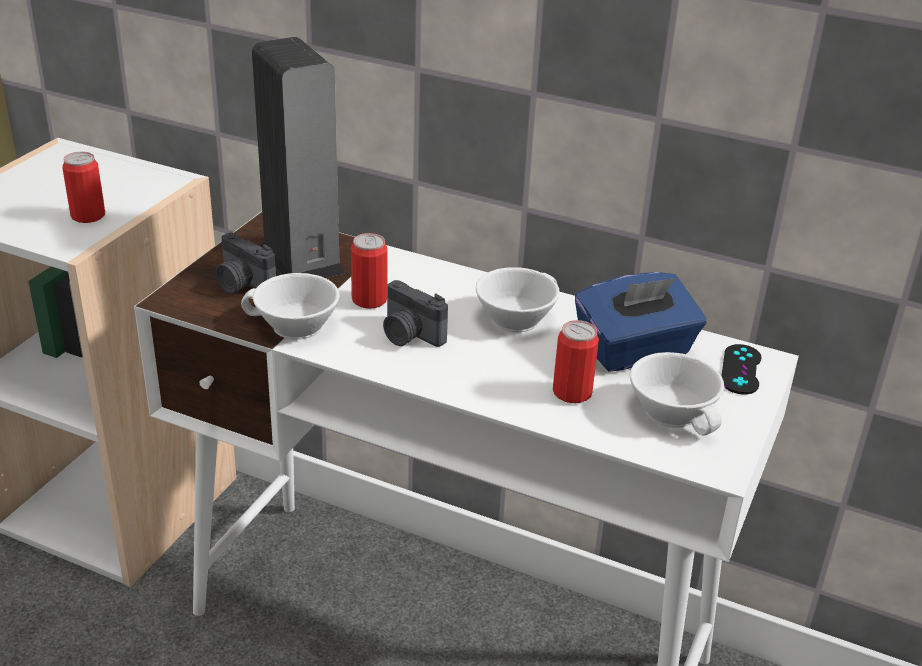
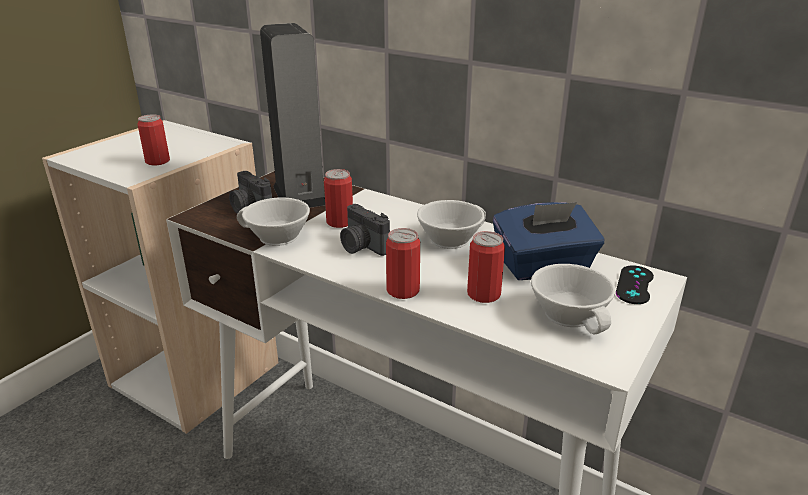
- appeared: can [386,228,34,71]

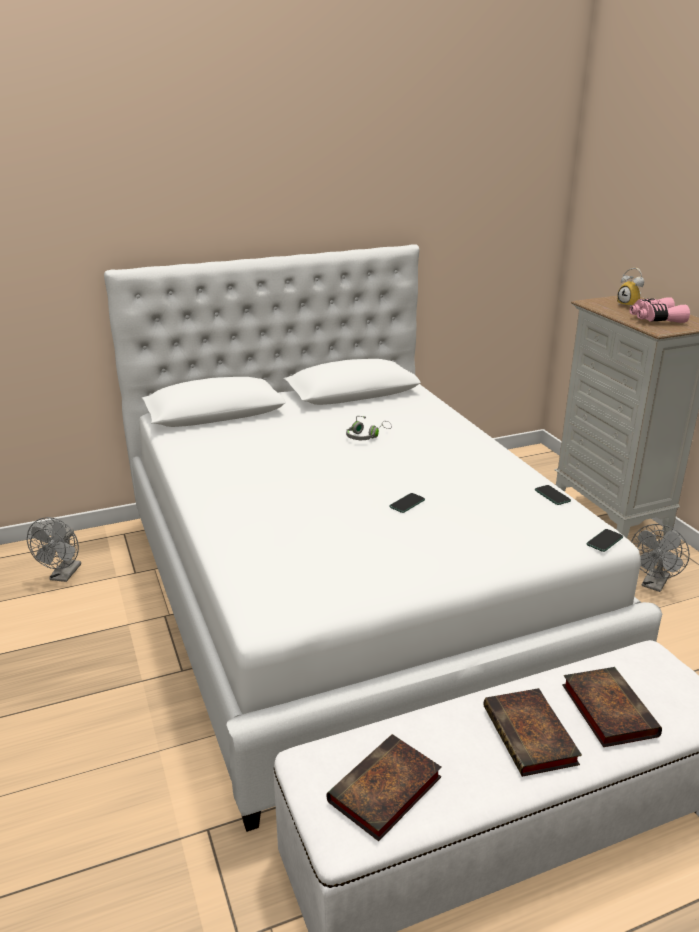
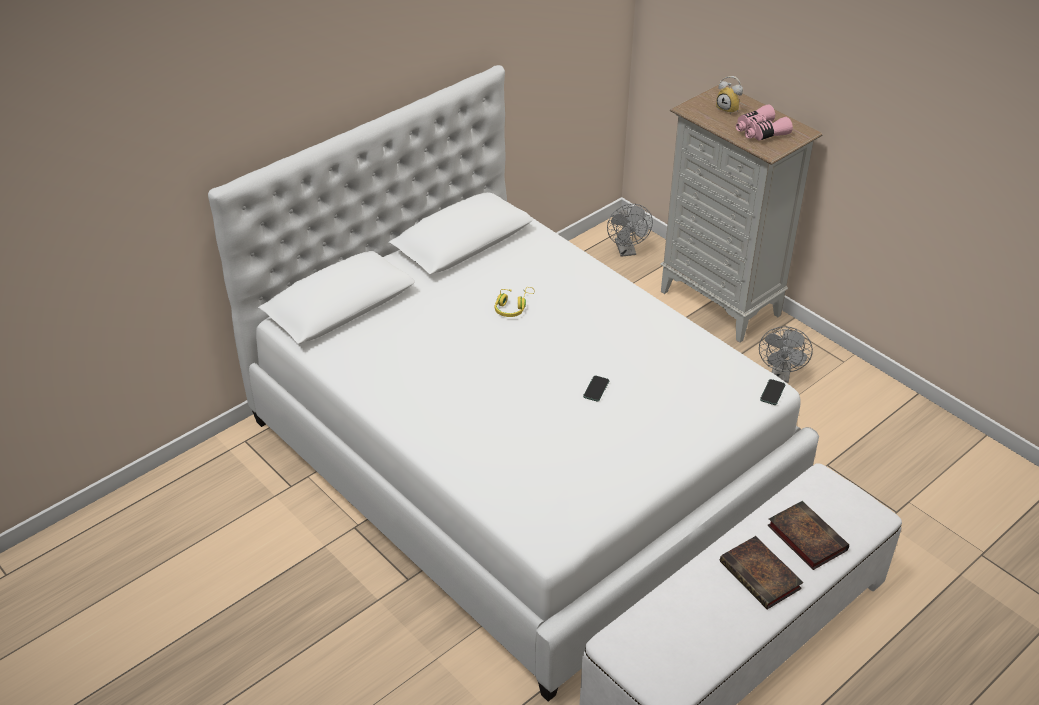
- colour: headphones in grey [346,416,46,24] to headphones in yellow [495,287,40,30]
- missing: phone [535,485,36,20]
- relocated: fan in grey [27,517,54,65] to [607,204,46,53]
- missing: book [327,734,115,107]

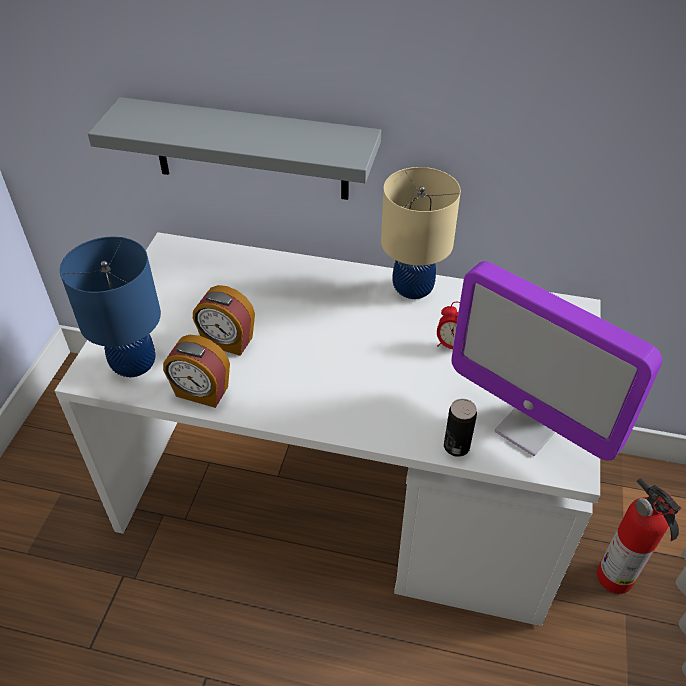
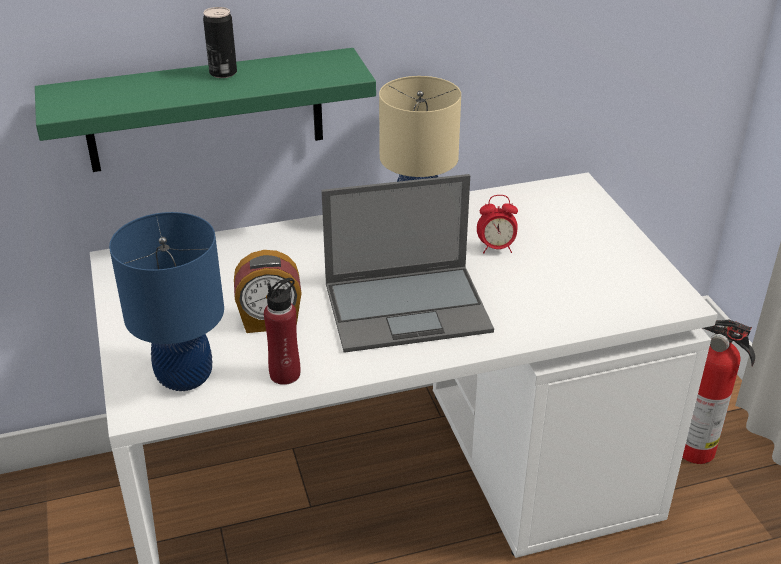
- colour: shelf in grey [88,97,293,103] to shelf in green [35,48,341,124]
- missing: monitor [451,261,211,199]
- exchanged: alarm clock [163,335,67,73] to bottle in red [264,278,36,107]
- relocated: can [444,399,33,58] to [203,7,34,71]
- appeared: laptop [321,174,173,179]

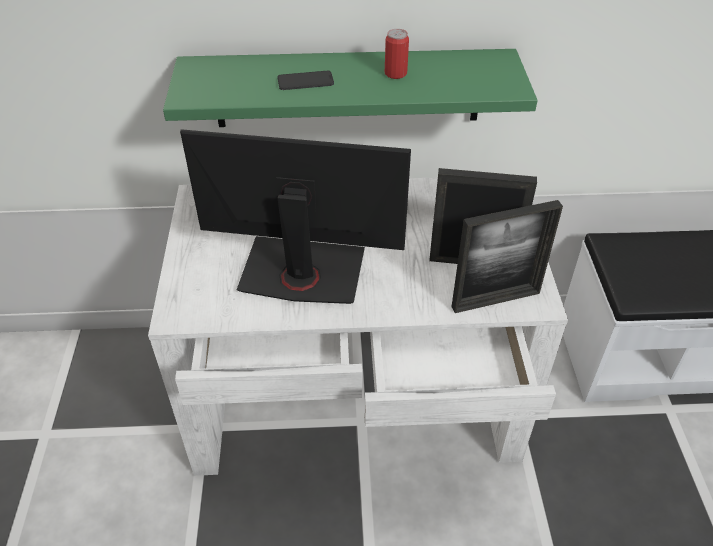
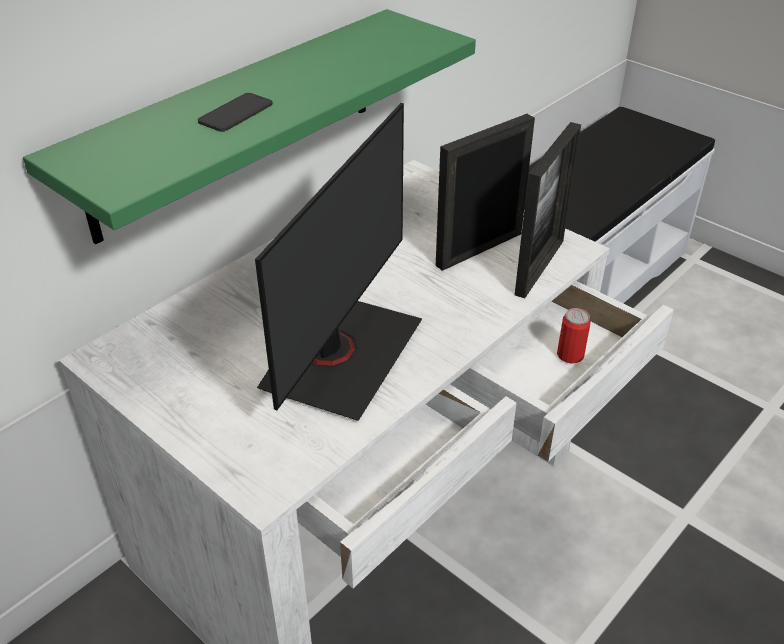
- relocated: can [385,29,24,50] to [557,308,34,56]
- spun: monitor [180,129,231,175] = [255,103,167,318] 150 degrees clockwise

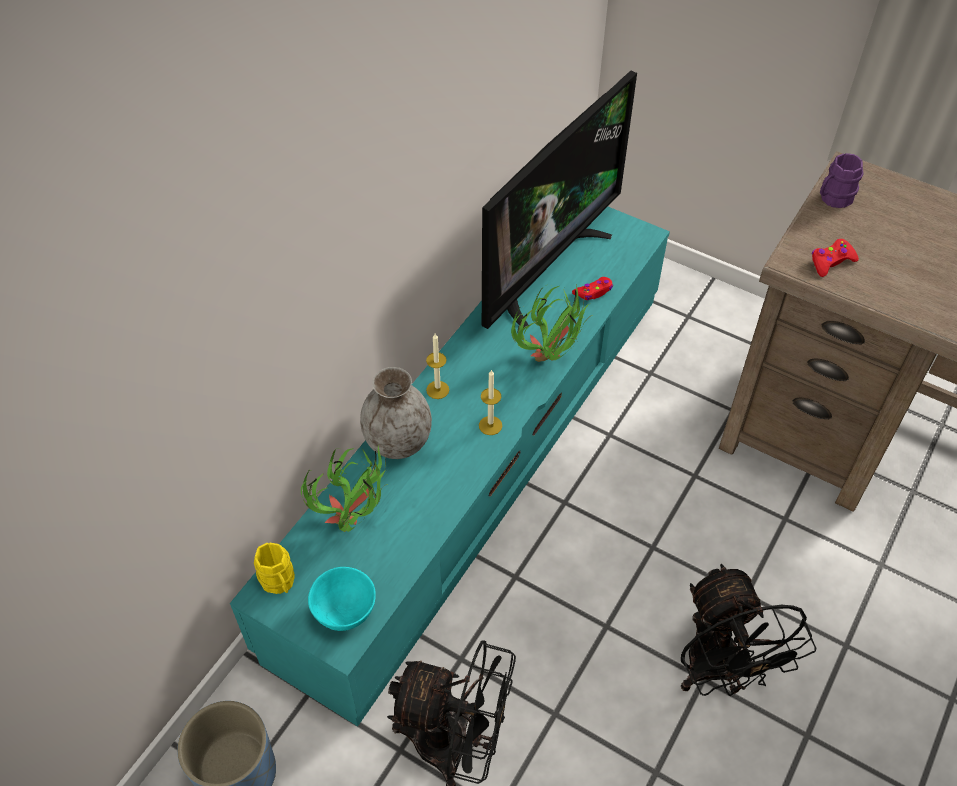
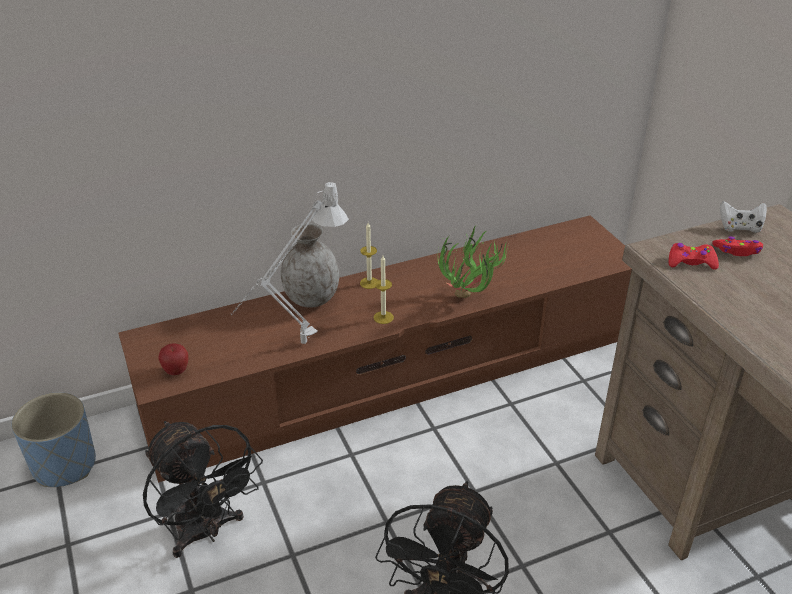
- missing: television [482,70,155,259]
- exchanged: mug in purple [820,153,44,55] to game controller in white [720,201,47,32]
- colour: tv stand in turquoise [230,207,440,520] to tv stand in brown [118,215,514,268]
- relocated: game controller in red [572,277,41,23] to [712,237,51,19]
- missing: potted plant [301,446,87,86]
- missing: mug in yellow [254,543,41,51]
- exchanged: bowl in turquoise [308,567,68,64] to apple [159,343,29,32]
- appeared: table lamp in grey [231,182,118,162]

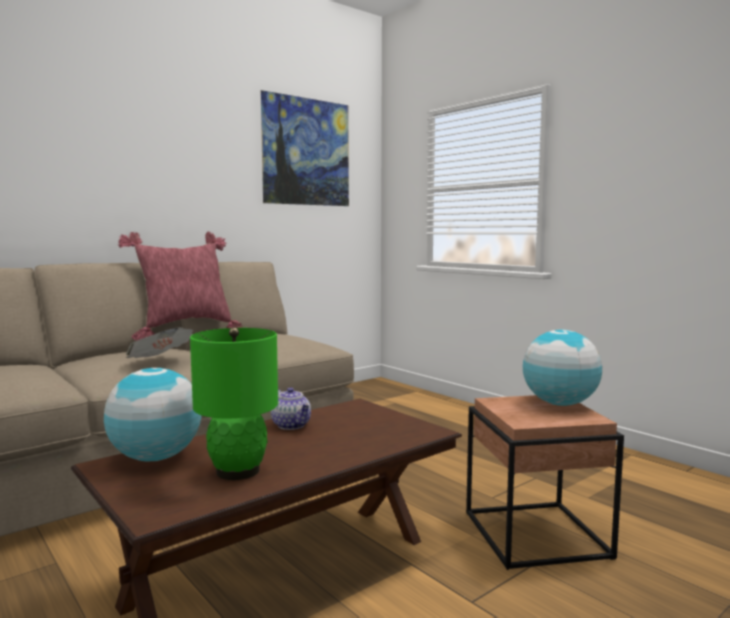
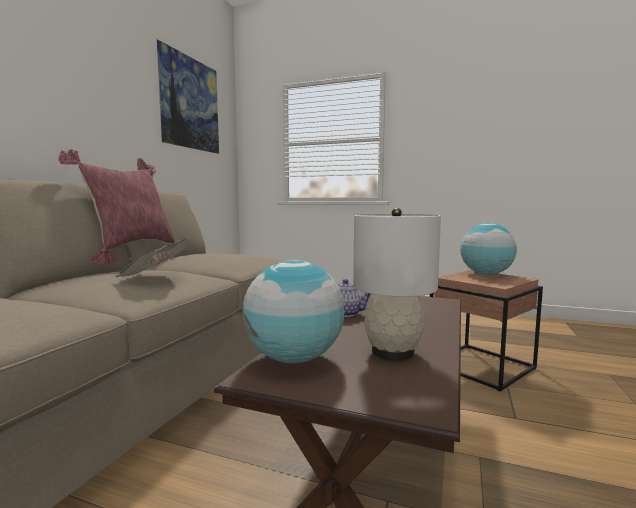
- colour: table lamp in green [190,327,88,153] to table lamp in white [353,208,88,153]

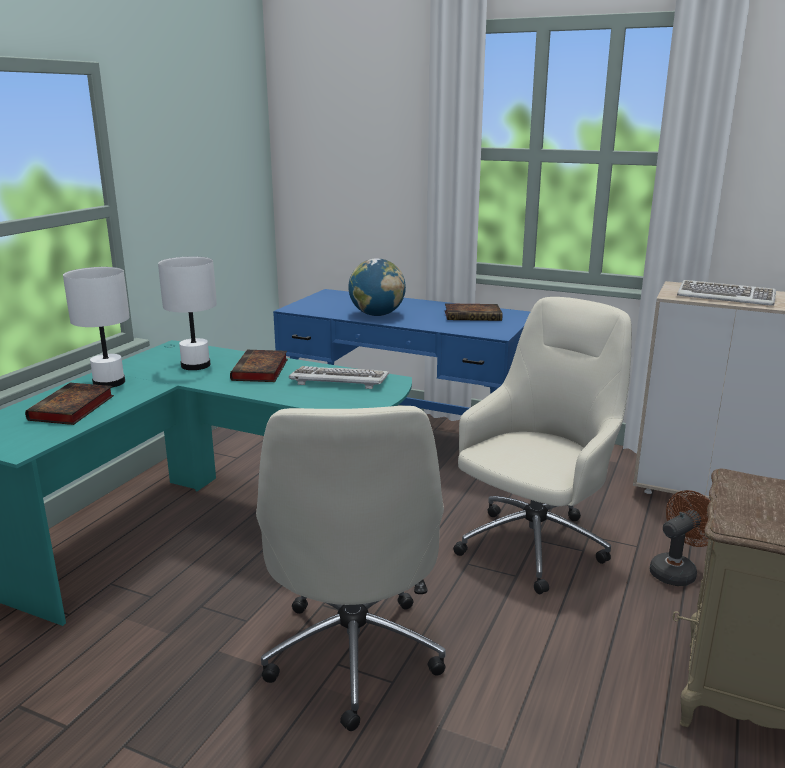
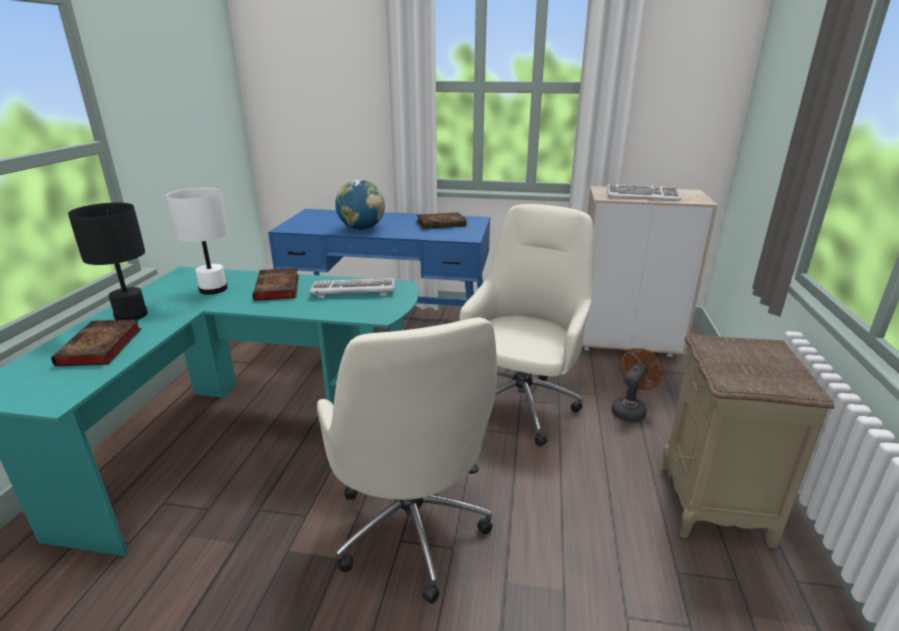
- colour: table lamp in white [63,267,66,121] to table lamp in black [68,203,80,117]

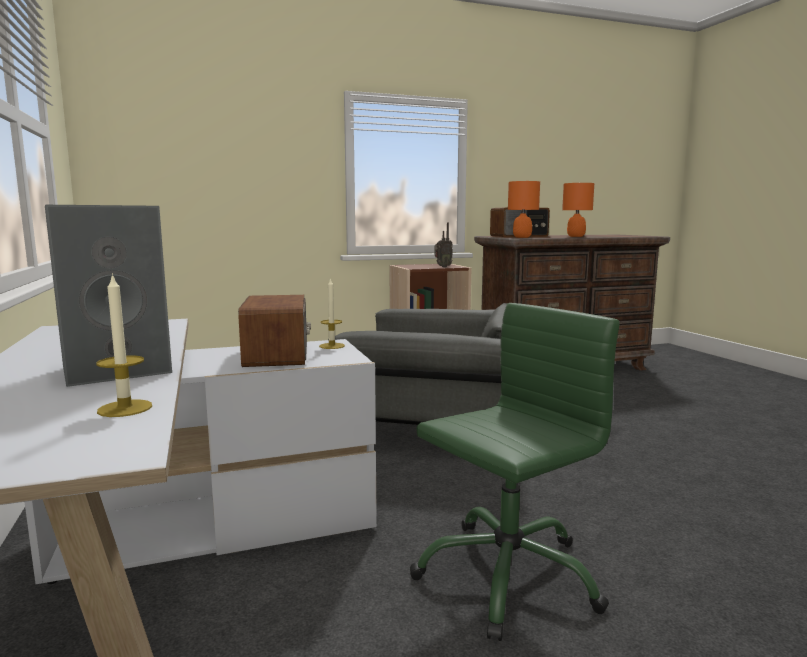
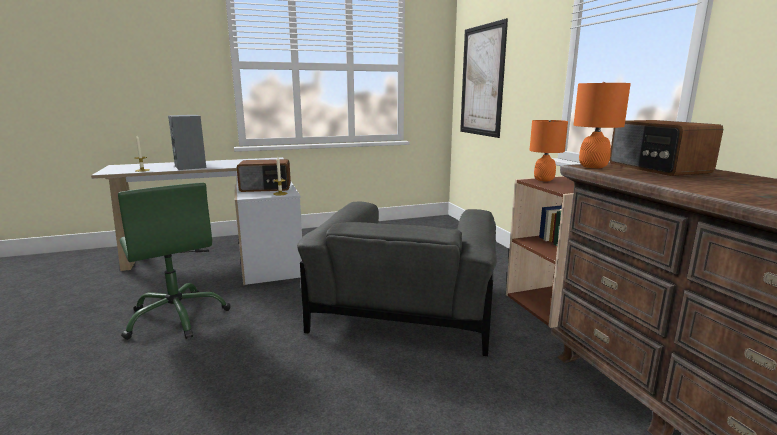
- relocated: table lamp in orange [562,183,32,54] to [530,120,38,61]
- missing: radio [434,222,19,45]
- appeared: picture [460,18,48,120]

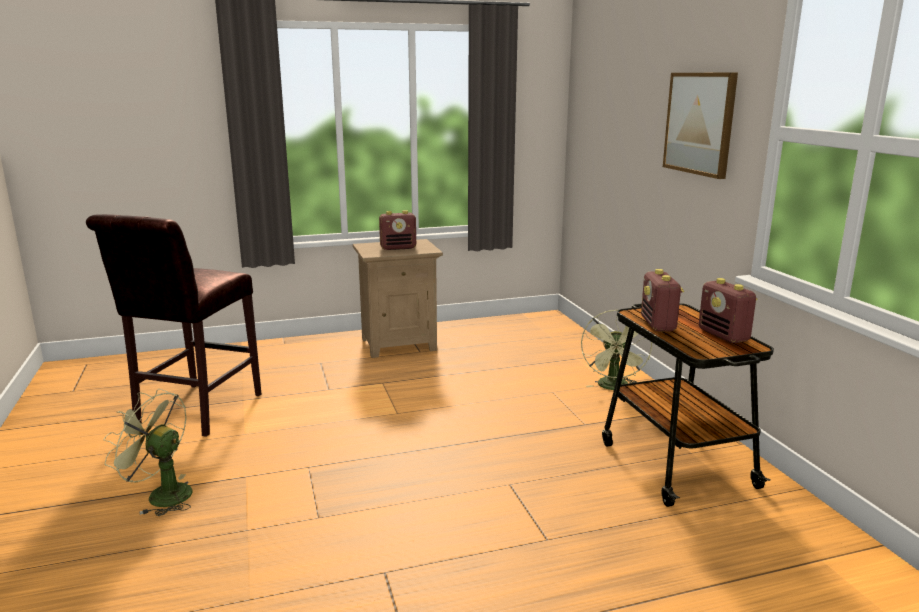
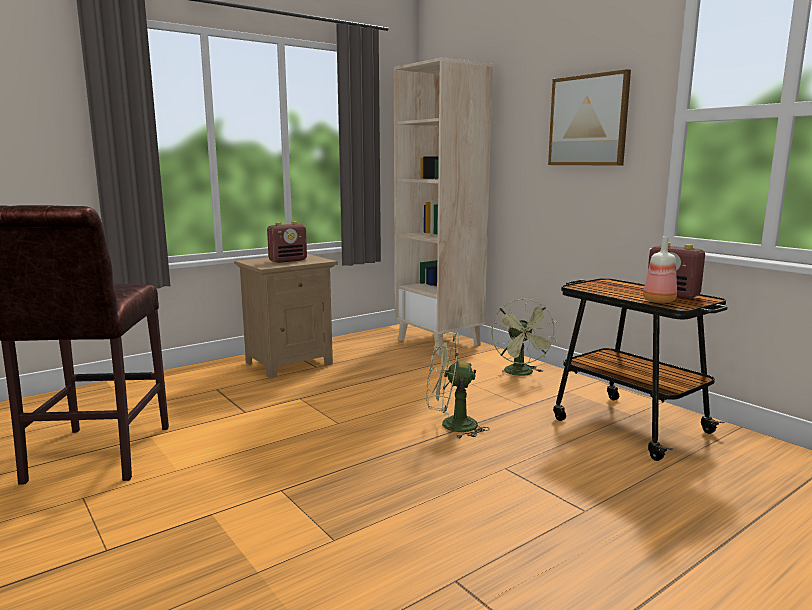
- missing: radio [641,269,43,62]
- relocated: fan in green [103,389,90,127] to [426,332,63,107]
- appeared: bookcase in beige [394,57,99,298]
- appeared: bottle [643,236,34,67]

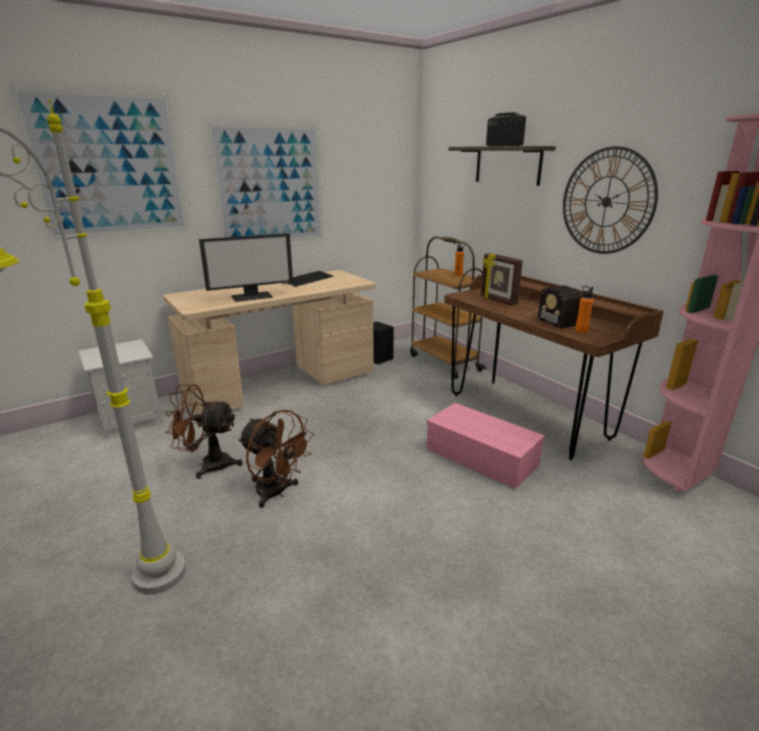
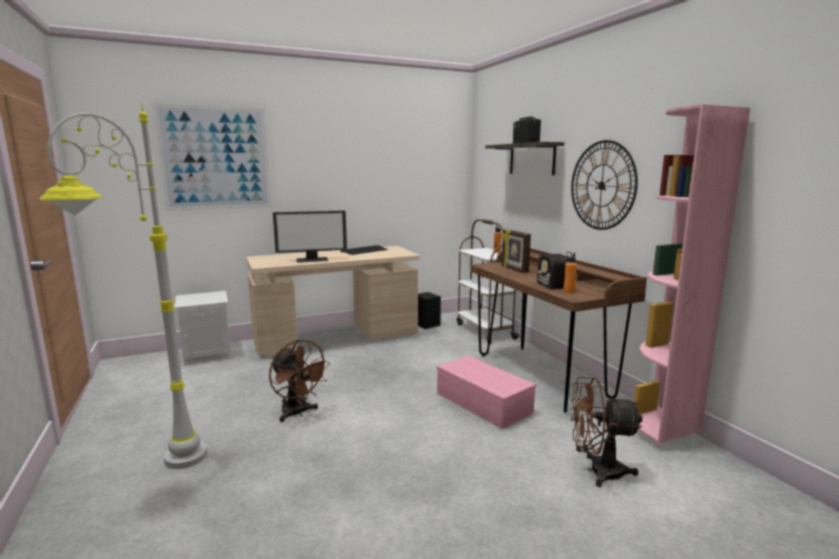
- missing: picture [207,122,117,120]
- colour: cart in brown [410,236,76,143] to cart in white [457,219,63,125]
- relocated: fan in brown [166,385,77,94] to [571,377,72,110]

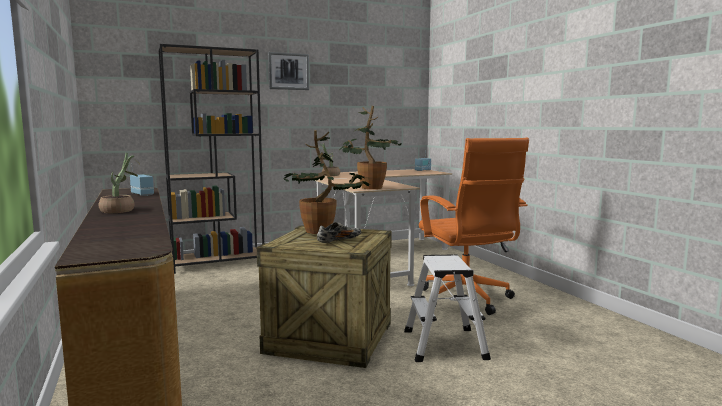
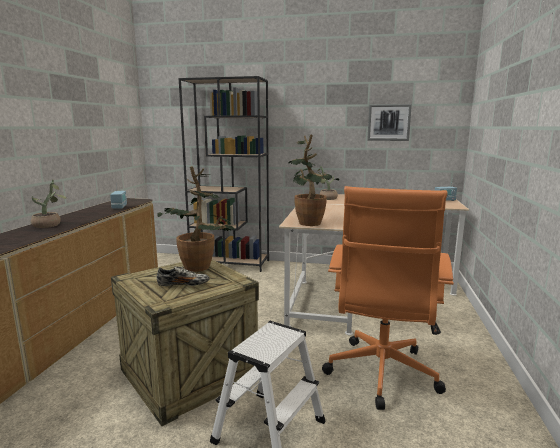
- relocated: picture [268,52,41,38] to [367,104,45,37]

